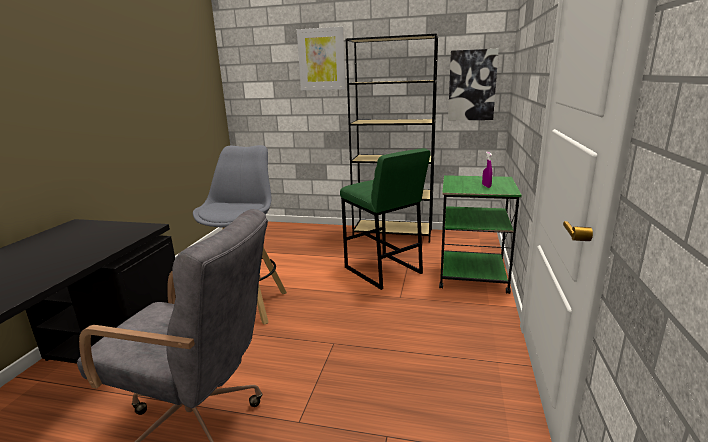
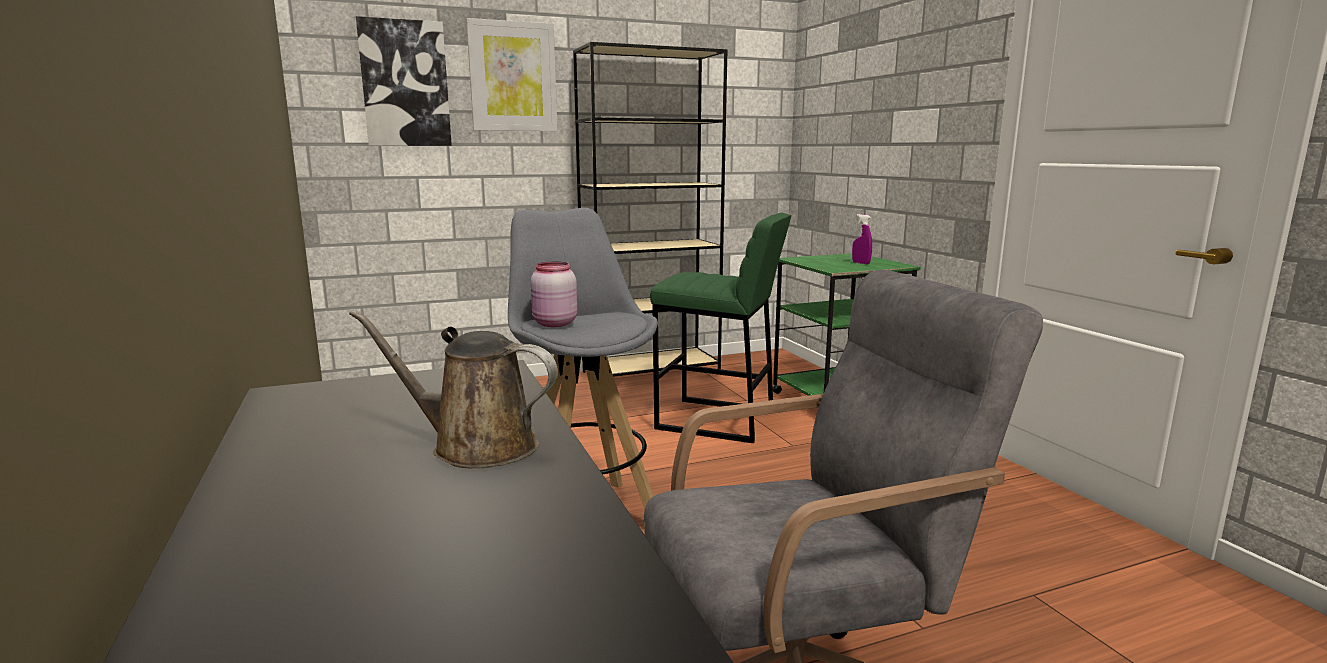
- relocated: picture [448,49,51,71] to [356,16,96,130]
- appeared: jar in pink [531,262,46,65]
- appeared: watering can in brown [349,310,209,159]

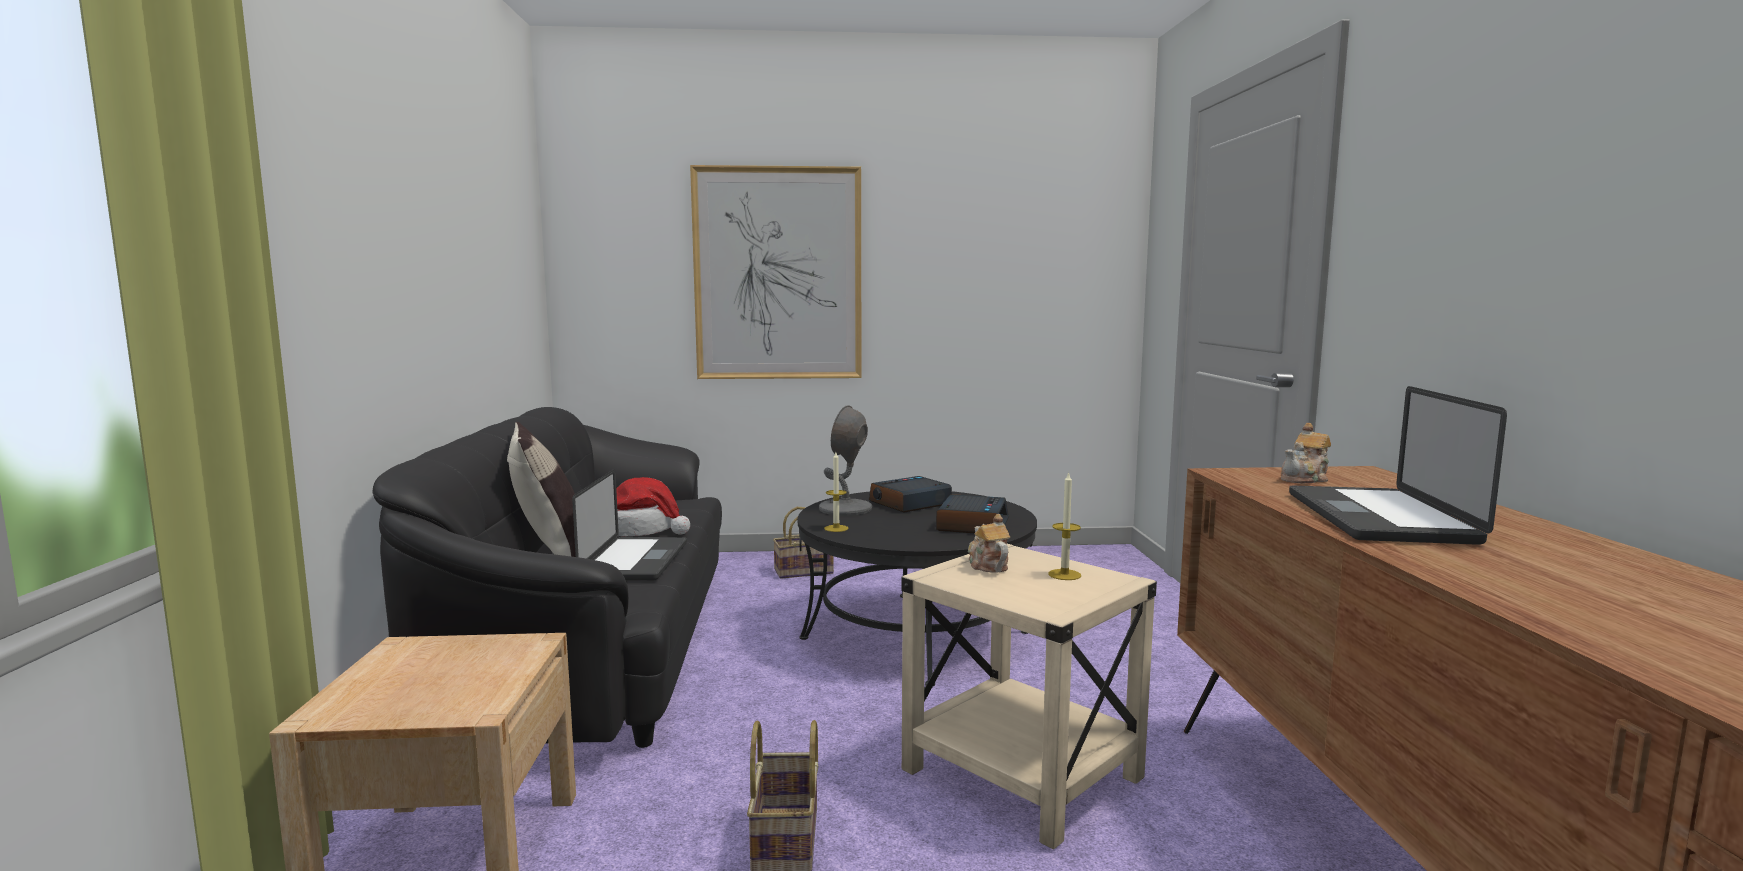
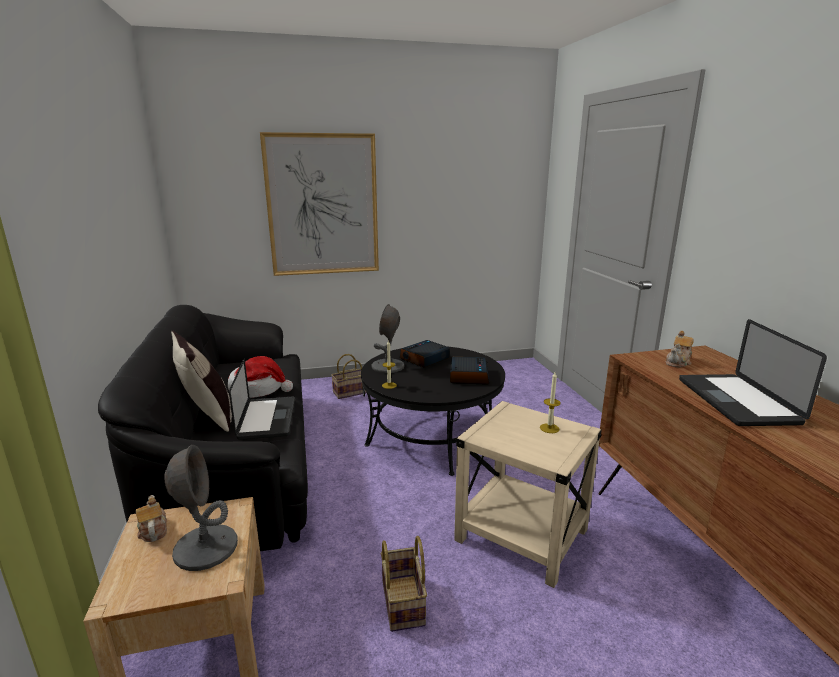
- relocated: teapot [968,514,42,59] to [136,495,31,47]
- appeared: table lamp in grey [164,445,74,126]

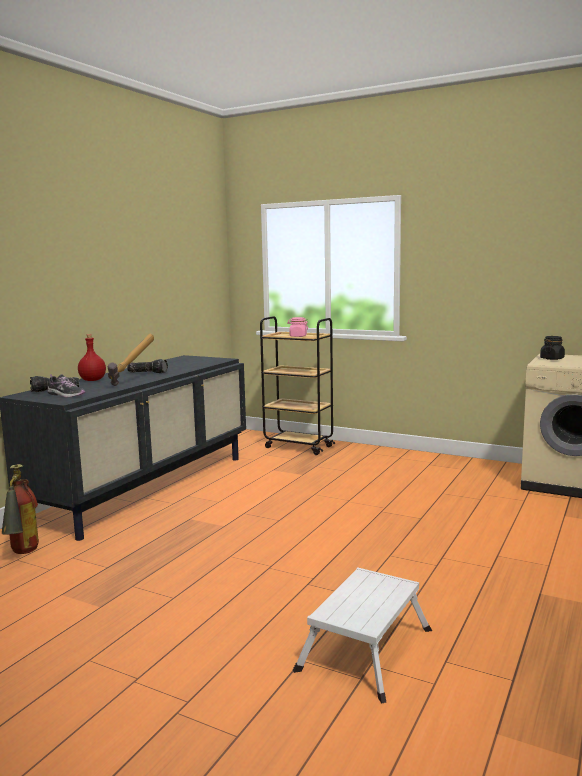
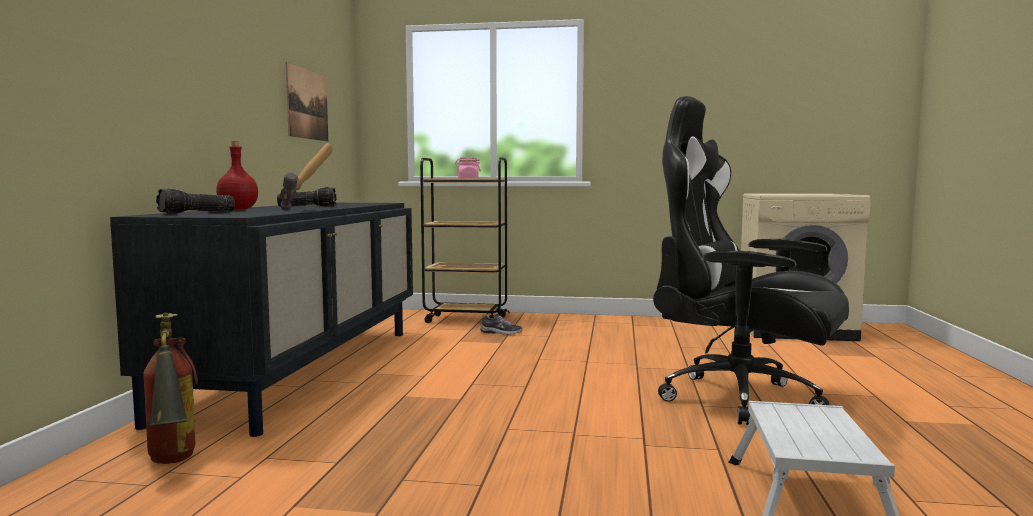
- missing: jar in black [540,336,25,24]
- relocated: shoe [47,374,38,23] to [480,314,43,21]
- appeared: picture [286,62,42,80]
- appeared: office chair in black [653,96,196,329]

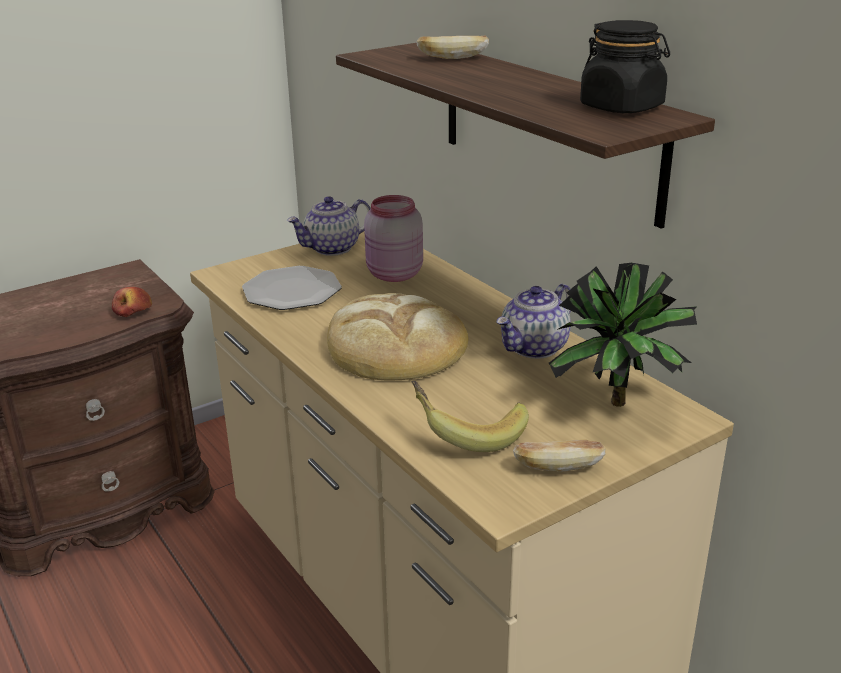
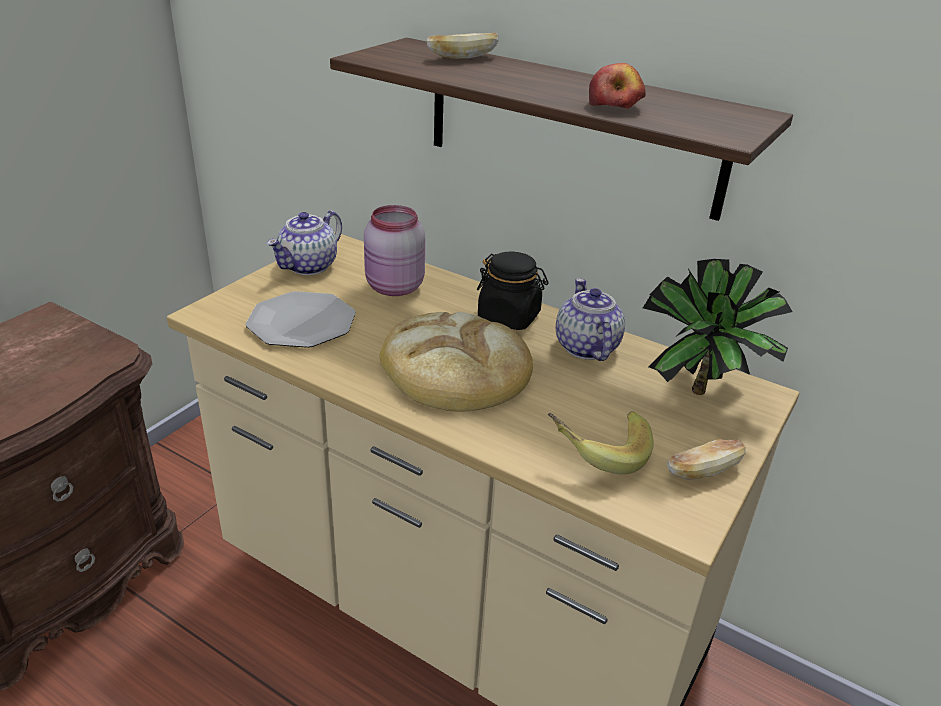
- relocated: jar in black [580,20,90,93] to [477,251,71,79]
- spun: teapot [496,284,75,75] = [556,278,69,83] 150 degrees clockwise
- relocated: apple [112,287,40,30] to [589,63,57,46]

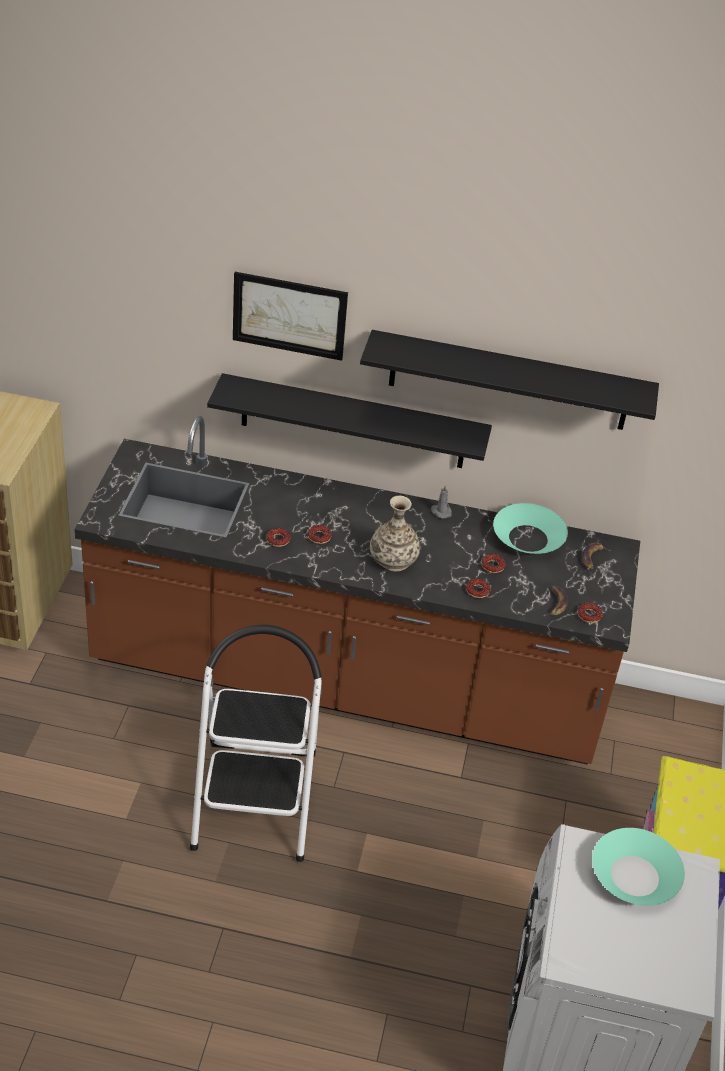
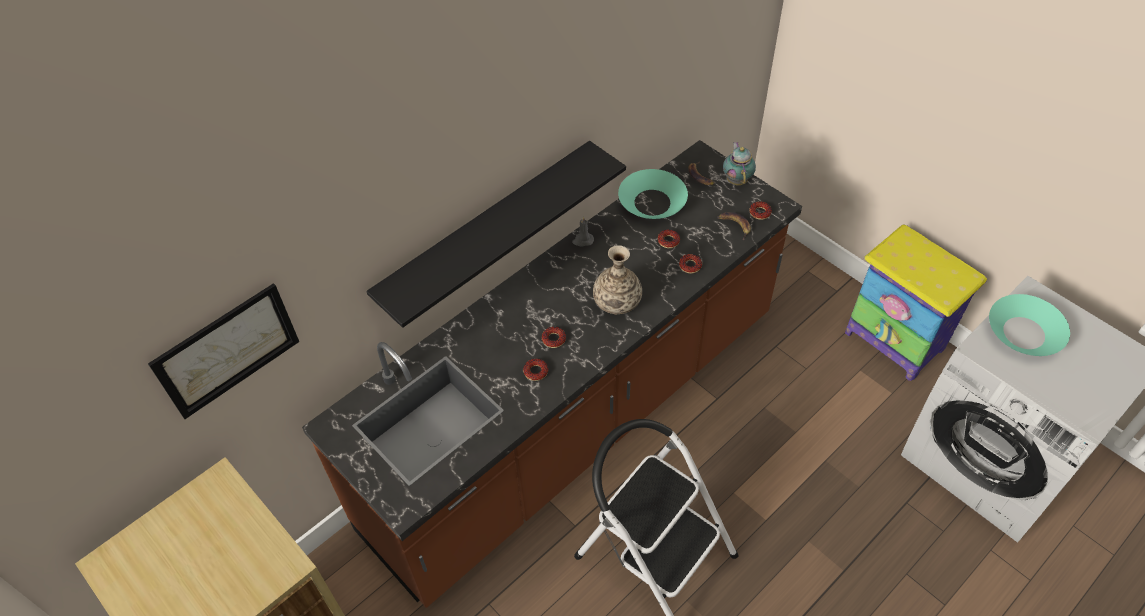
- relocated: picture [233,272,115,89] to [148,283,151,136]
- missing: shelf in black [360,330,299,100]
- appeared: teapot [723,142,33,43]

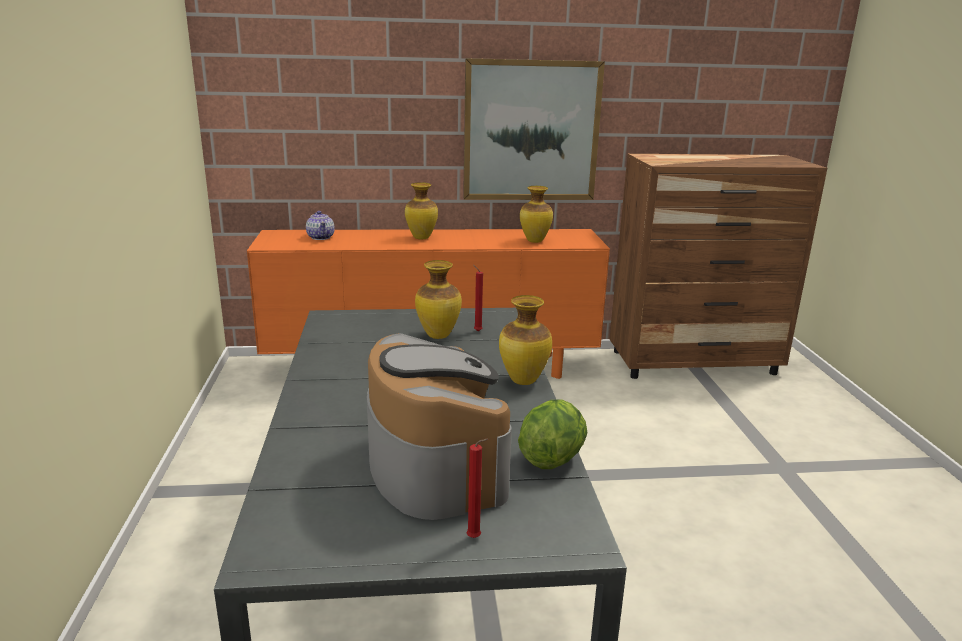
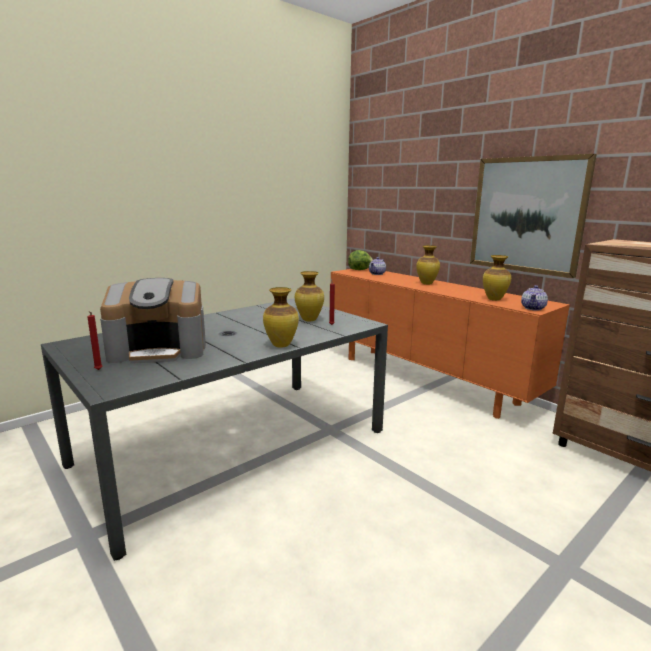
- spun: coffee machine [367,333,145,187] = [100,278,106,86] 45 degrees clockwise
- relocated: lettuce [518,399,69,70] to [348,250,25,20]
- appeared: teapot [521,285,27,26]

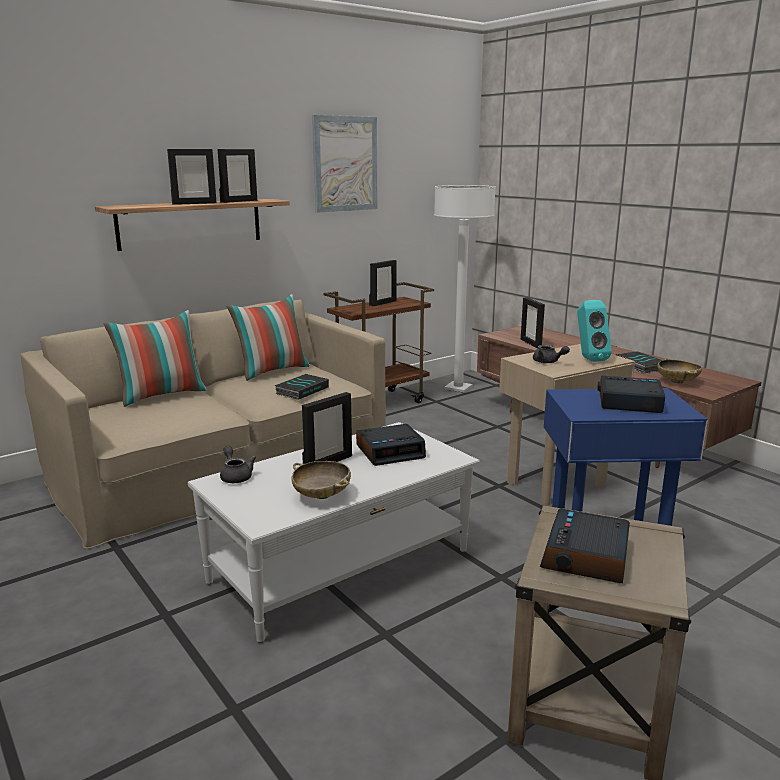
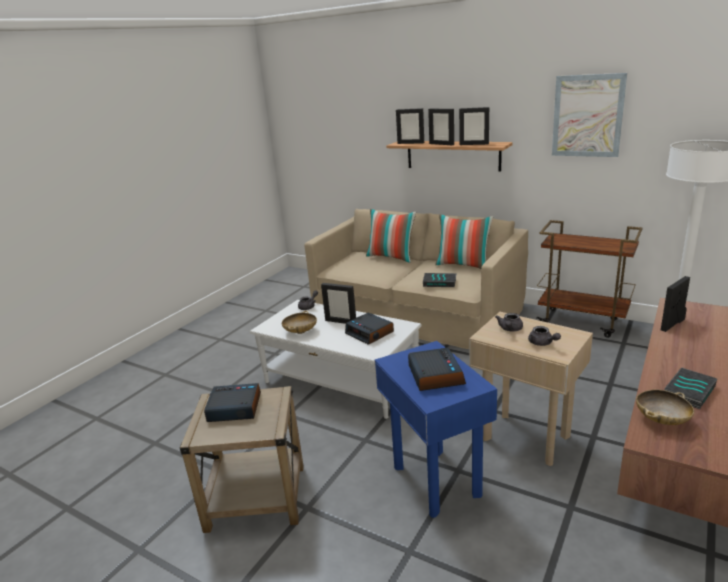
- relocated: picture frame [369,260,28,46] to [396,108,28,36]
- exchanged: speaker in turquoise [577,300,35,62] to teapot in grey [528,326,33,20]

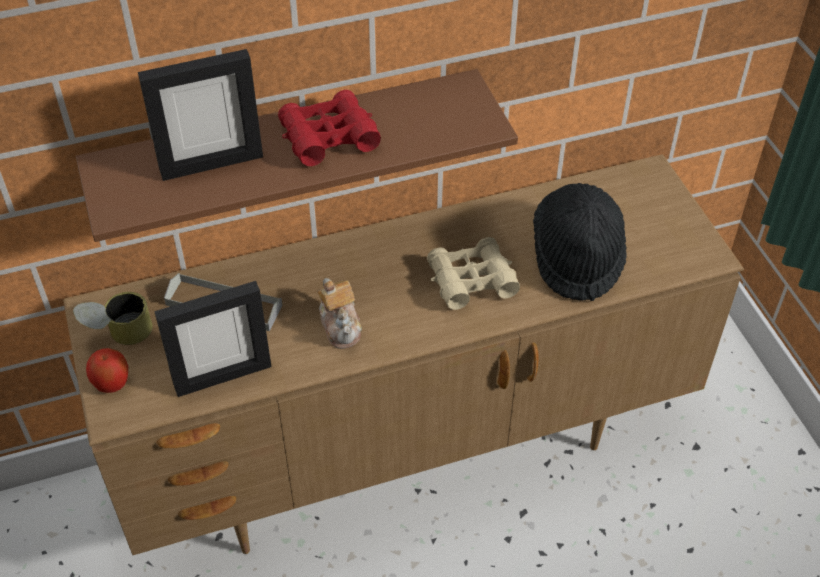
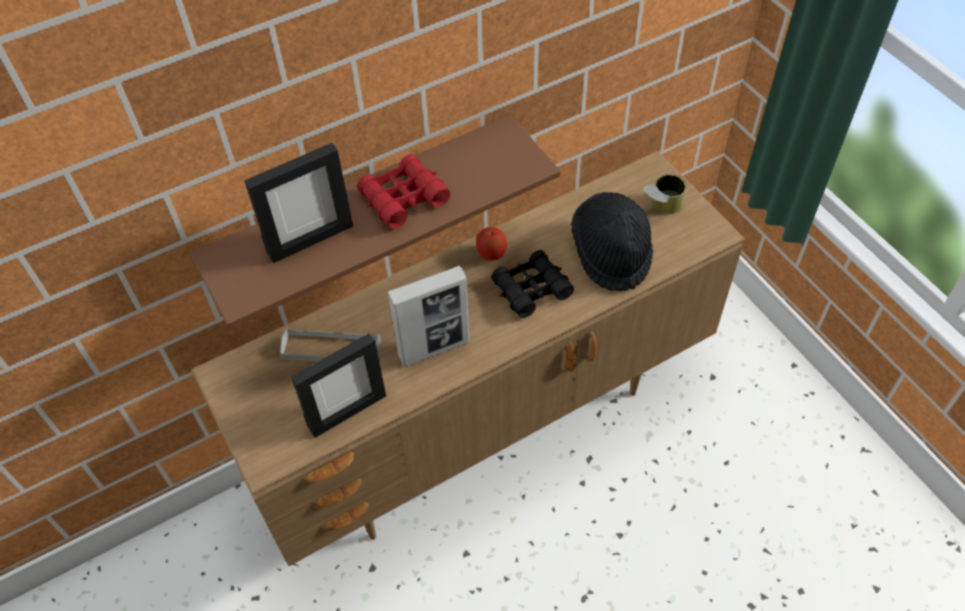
- colour: binoculars in beige [427,237,93,73] to binoculars in black [491,250,83,68]
- exchanged: teapot [317,278,45,71] to picture frame [388,266,81,101]
- relocated: can [73,292,80,53] to [643,174,45,40]
- relocated: apple [86,348,42,45] to [476,227,31,33]

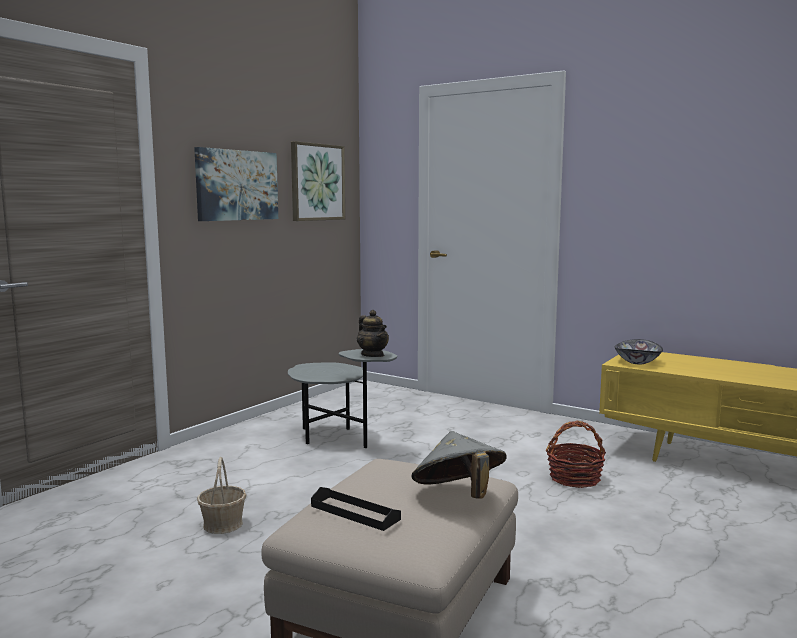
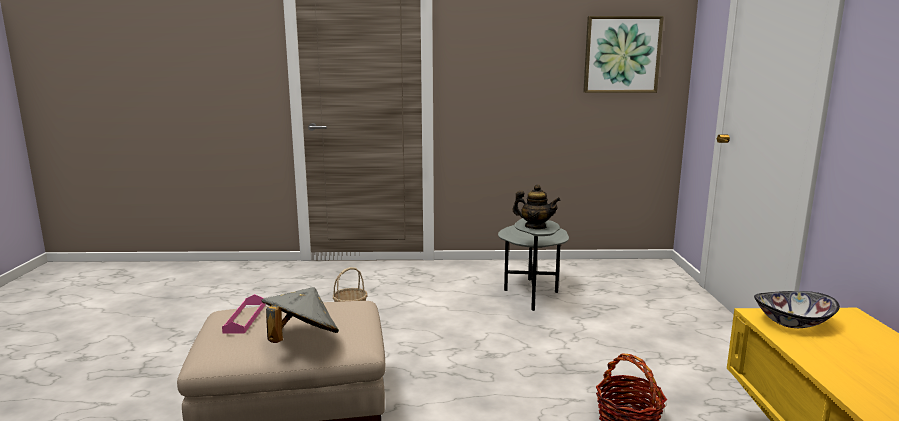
- missing: picture [194,147,84,74]
- spun: teapot [357,310,32,47] = [512,184,48,45] 90 degrees counterclockwise
- colour: tray in black [311,487,90,44] to tray in pink [222,294,44,40]

